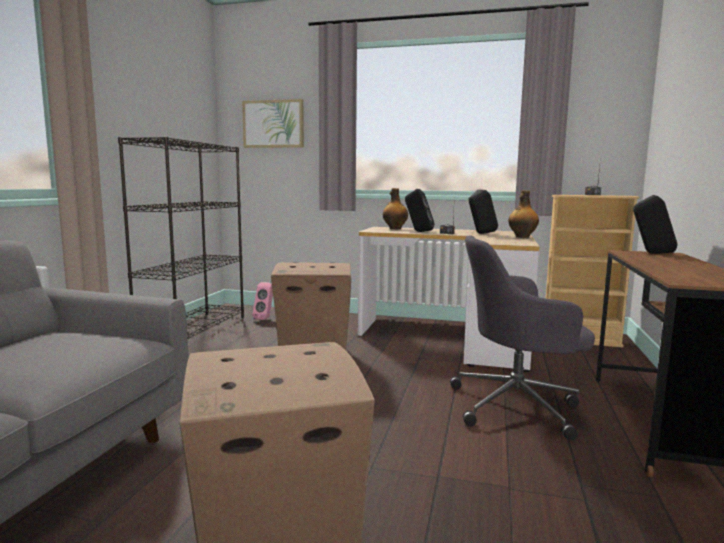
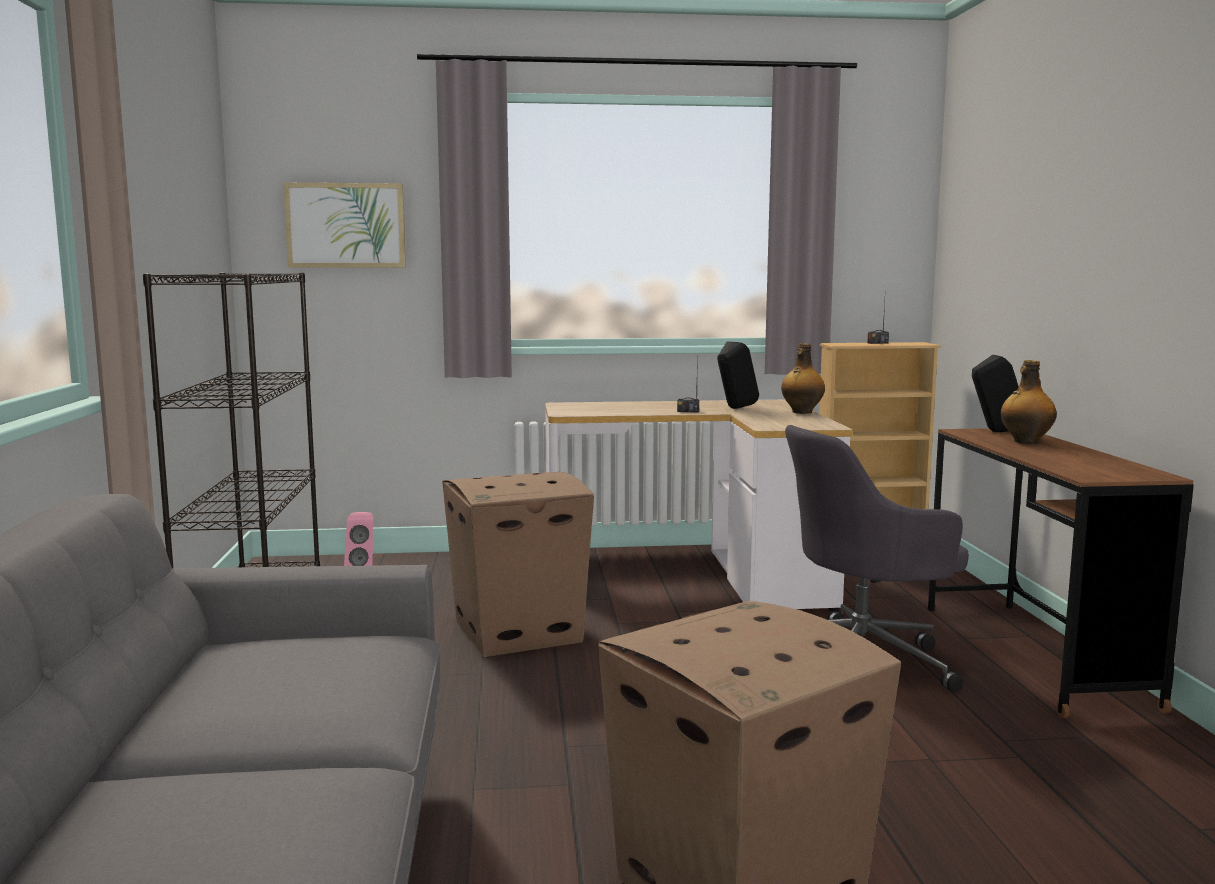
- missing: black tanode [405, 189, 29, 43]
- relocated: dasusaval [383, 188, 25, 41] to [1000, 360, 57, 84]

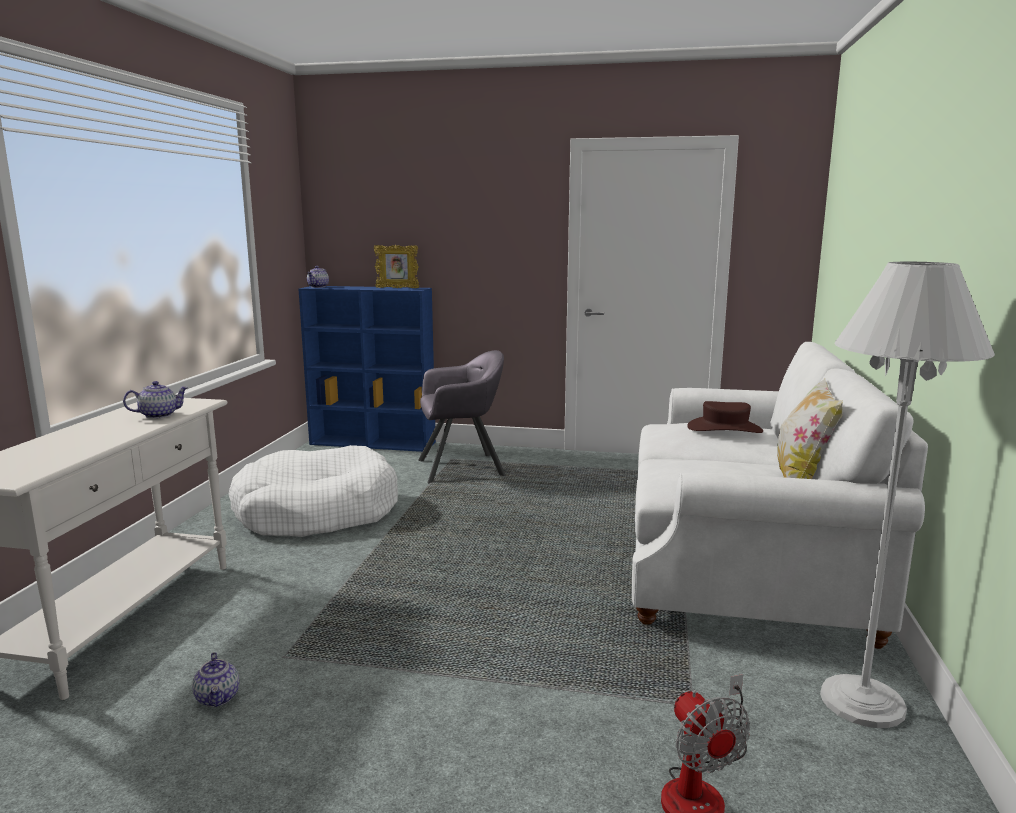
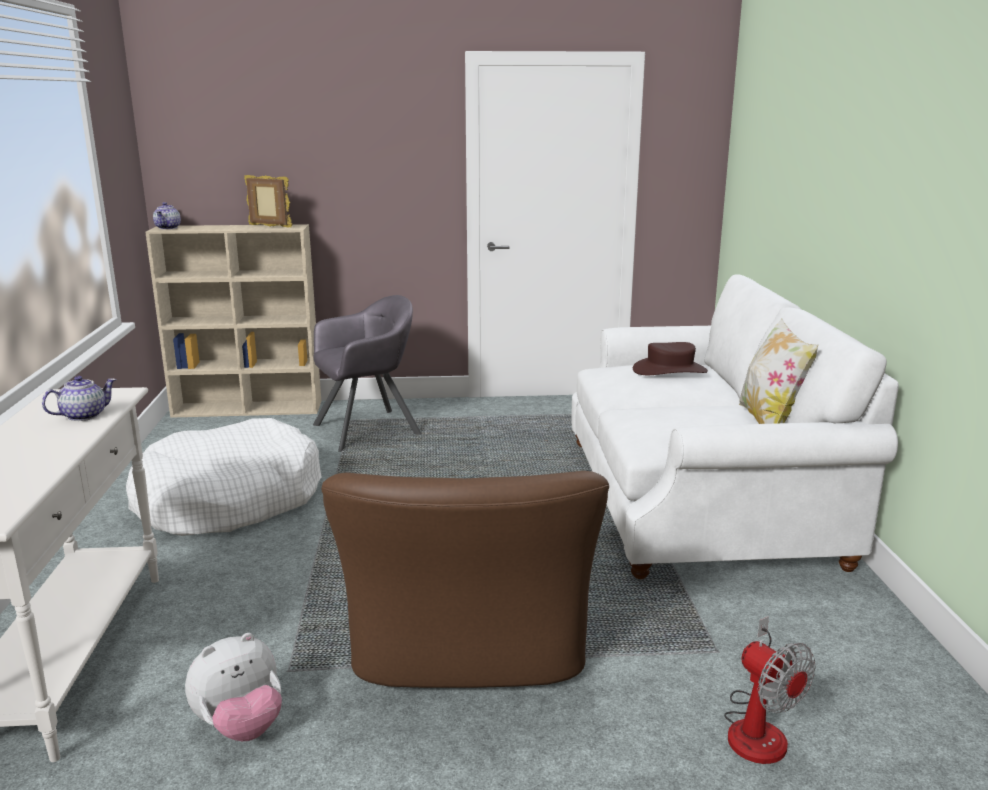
- missing: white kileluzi [820, 262, 175, 466]
- appeared: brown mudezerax [321, 471, 288, 217]
- exchanged: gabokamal [192, 652, 47, 55] to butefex [185, 633, 97, 108]
- colour: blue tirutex [299, 286, 137, 166] to beige tirutex [145, 224, 176, 194]
- spun: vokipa [374, 245, 45, 43] = [244, 175, 48, 53] 150 degrees counterclockwise

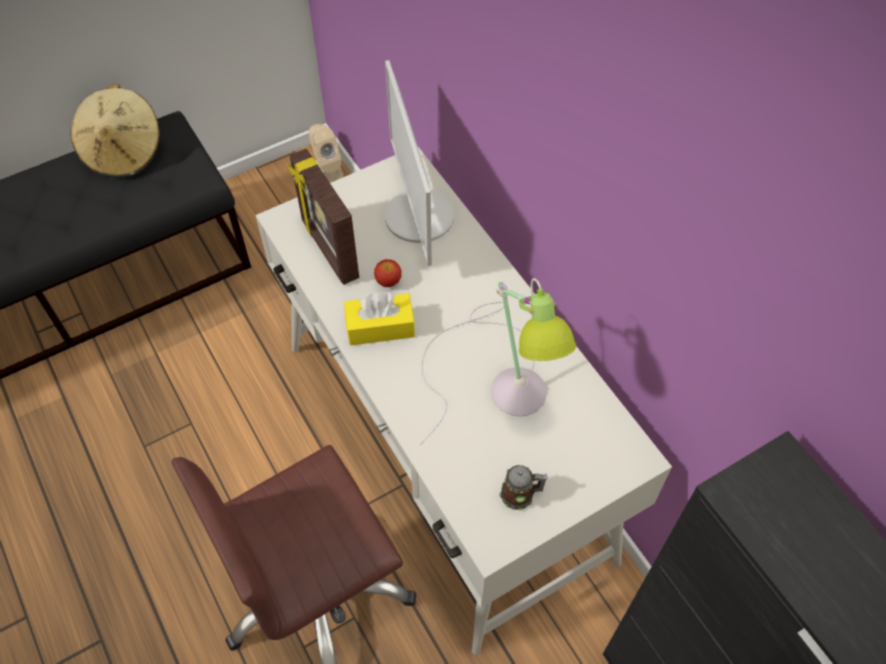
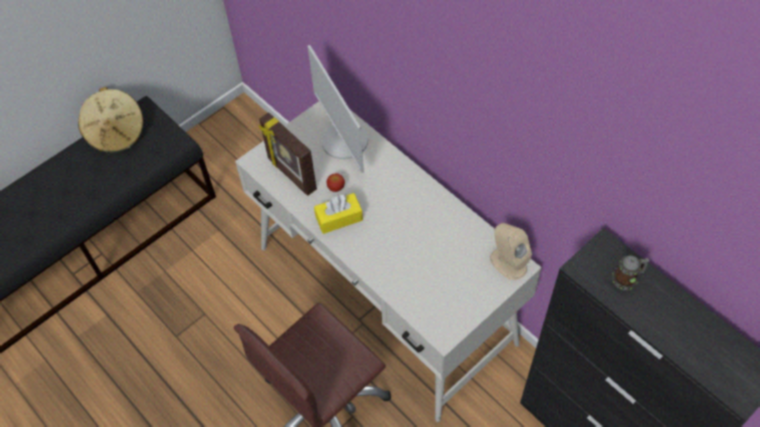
- missing: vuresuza [420, 278, 156, 166]
- relocated: beige tanode [309, 124, 34, 59] to [490, 223, 42, 57]
- relocated: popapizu [499, 465, 49, 45] to [612, 255, 38, 35]

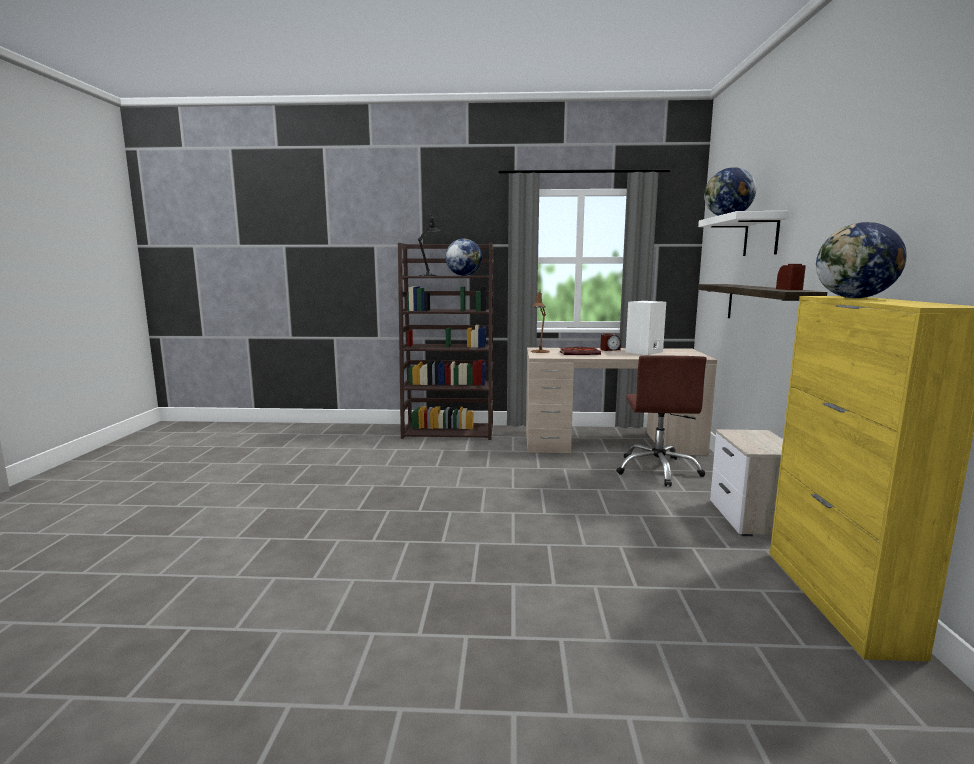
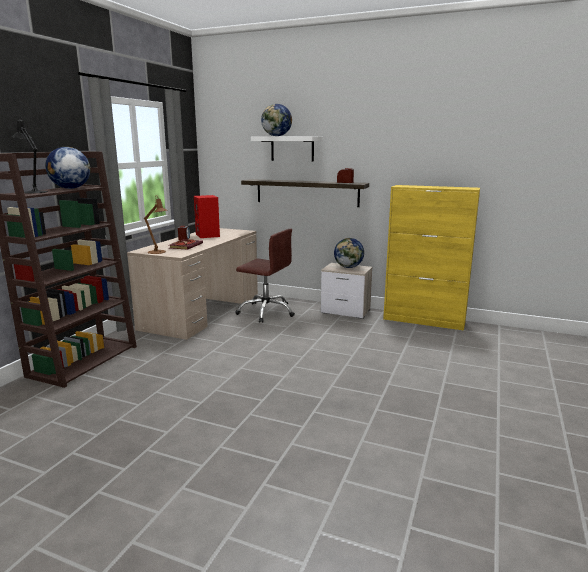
- relocated: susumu [816, 222, 91, 76] to [334, 238, 30, 30]
- colour: white tanode [626, 301, 40, 54] to red tanode [194, 195, 26, 43]

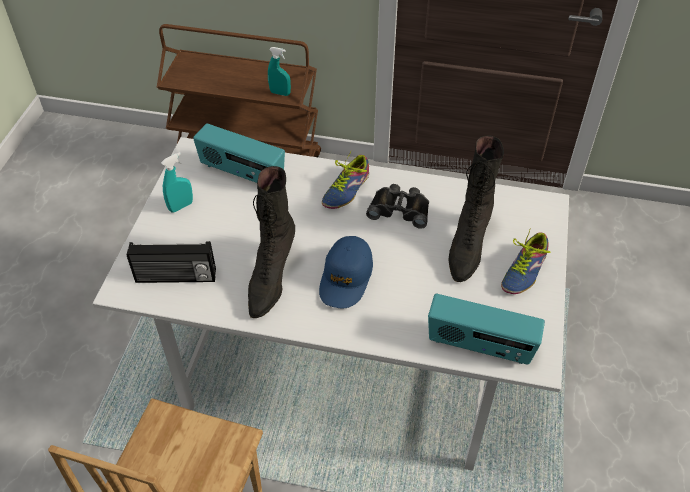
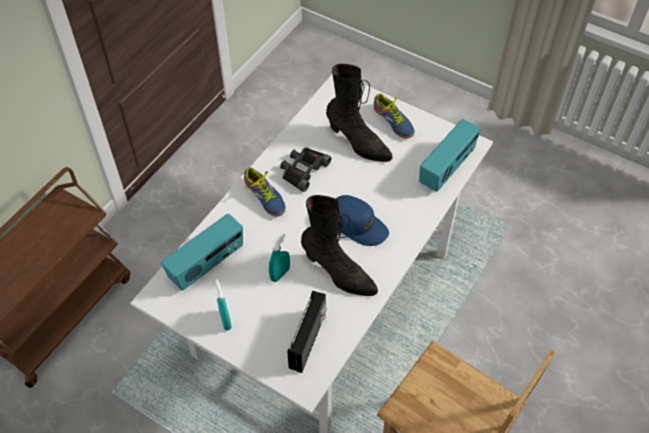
- relocated: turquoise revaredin [268, 47, 23, 49] to [269, 233, 21, 49]

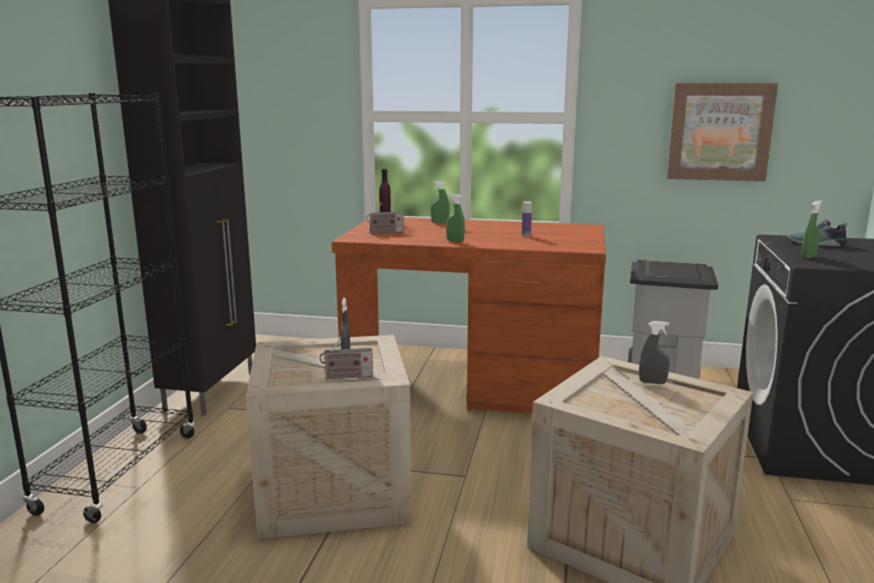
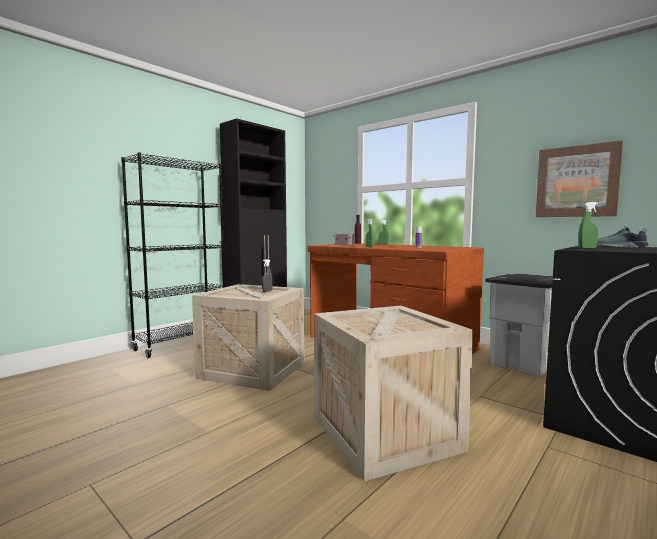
- missing: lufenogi [320, 336, 53, 43]
- missing: grey revaredin [639, 321, 31, 63]

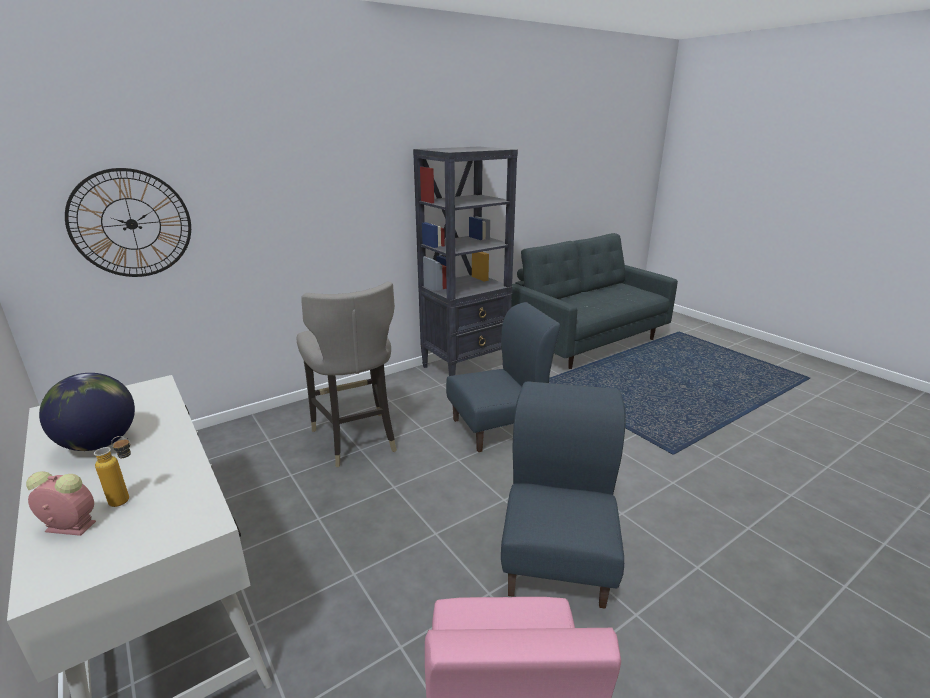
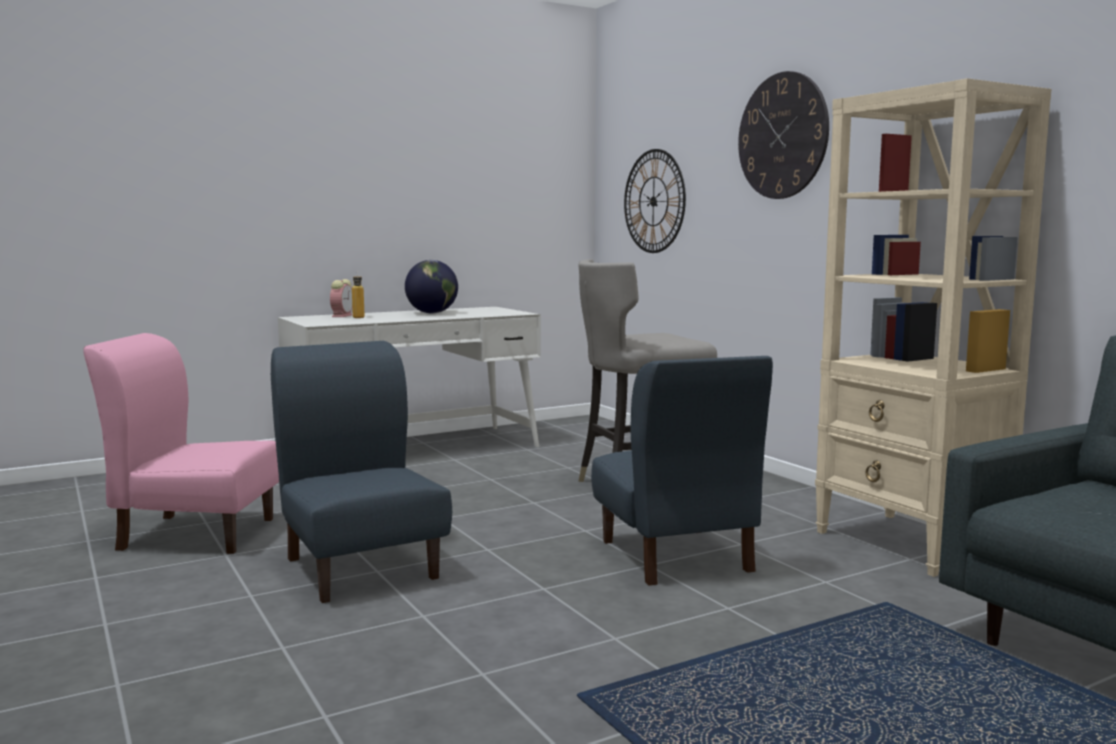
- appeared: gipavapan [738, 71, 91, 128]
- colour: black tirutex [413, 147, 105, 229] to beige tirutex [815, 78, 236, 499]
- spun: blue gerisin [501, 381, 125, 228] = [271, 341, 181, 262] 135 degrees counterclockwise

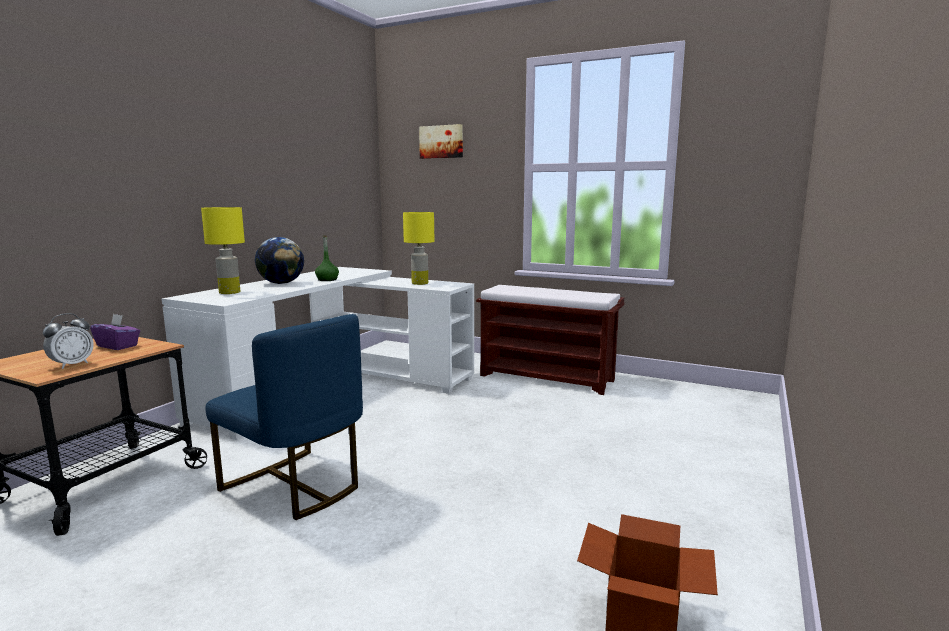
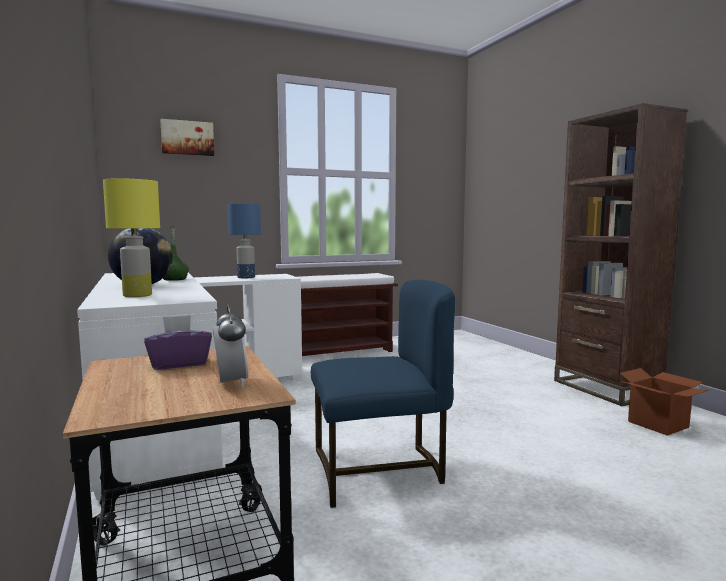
- appeared: brown tirutex [554, 103, 134, 303]
- colour: yellow vuresuza [403, 212, 31, 73] to blue vuresuza [228, 204, 33, 74]

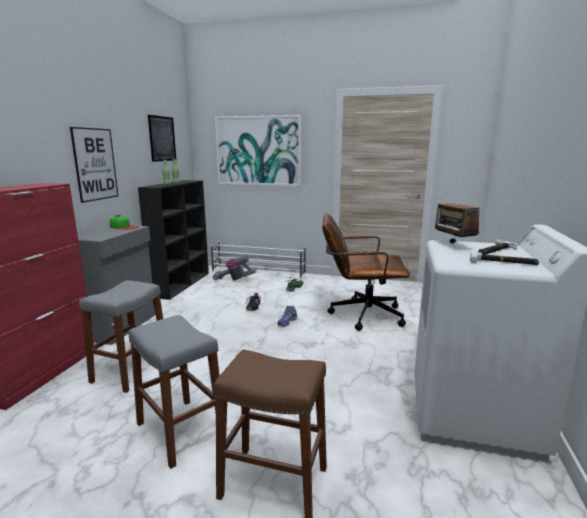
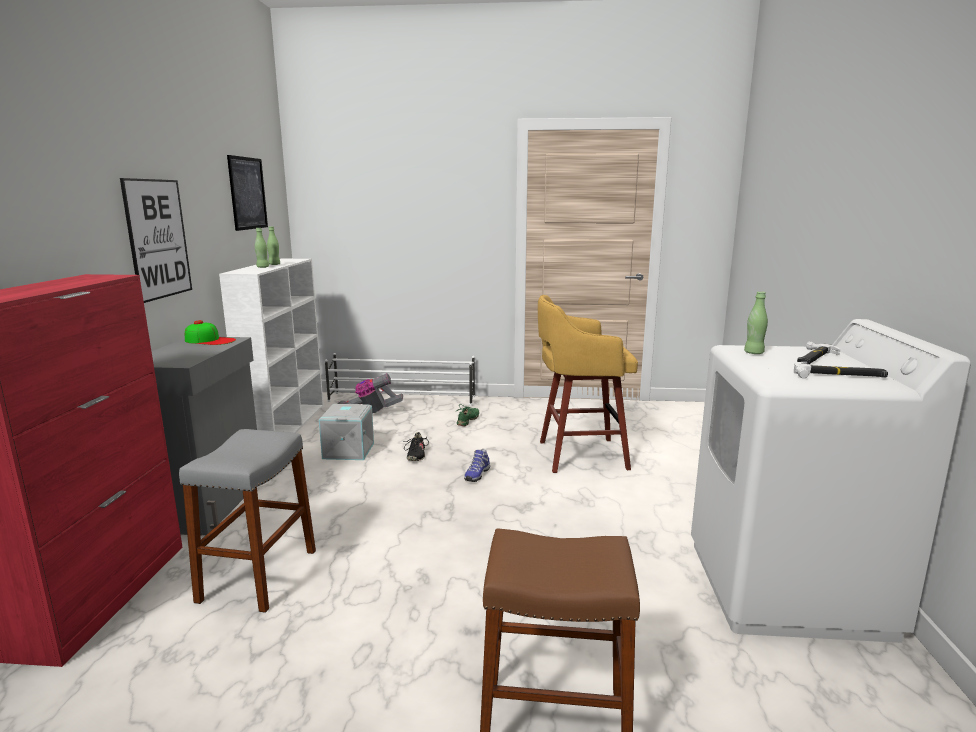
- missing: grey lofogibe [129, 315, 90, 154]
- missing: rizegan [215, 115, 87, 71]
- appeared: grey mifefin [319, 404, 55, 56]
- exchanged: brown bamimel [322, 213, 88, 118] to yellow lofogibe [538, 295, 100, 178]
- exchanged: lufenogi [435, 192, 44, 51] to green dasusaval [744, 291, 24, 63]
- colour: black tirutex [138, 180, 71, 120] to white tirutex [219, 259, 105, 174]

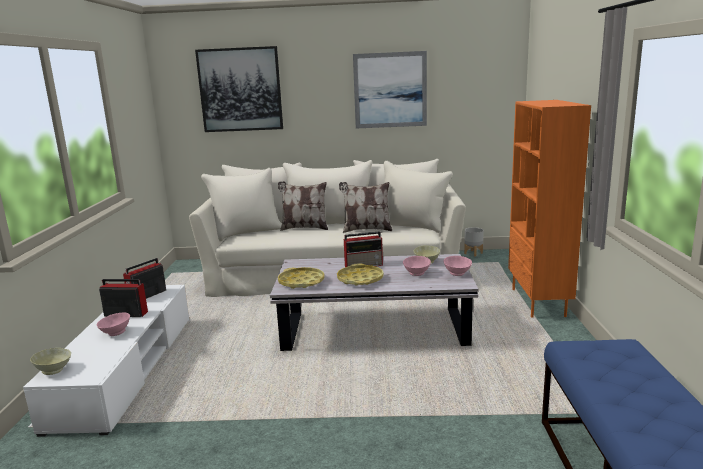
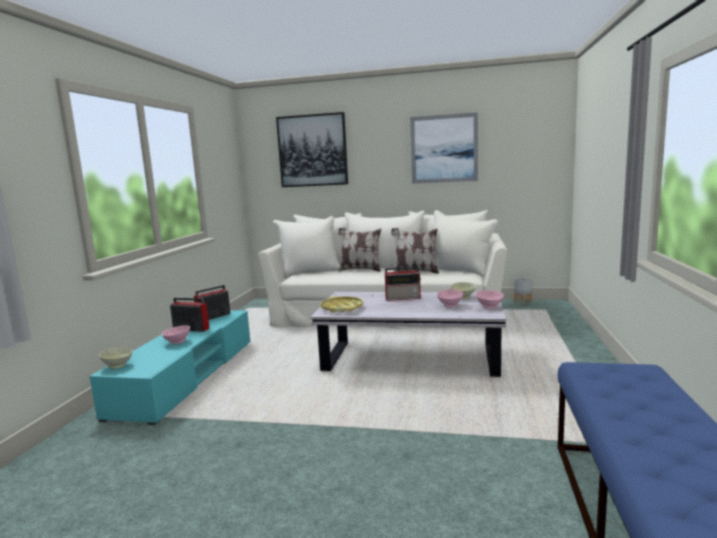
- missing: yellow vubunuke [337, 263, 47, 22]
- missing: orange tirutex [508, 100, 83, 218]
- colour: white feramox [23, 285, 166, 152] to turquoise feramox [89, 310, 161, 115]

